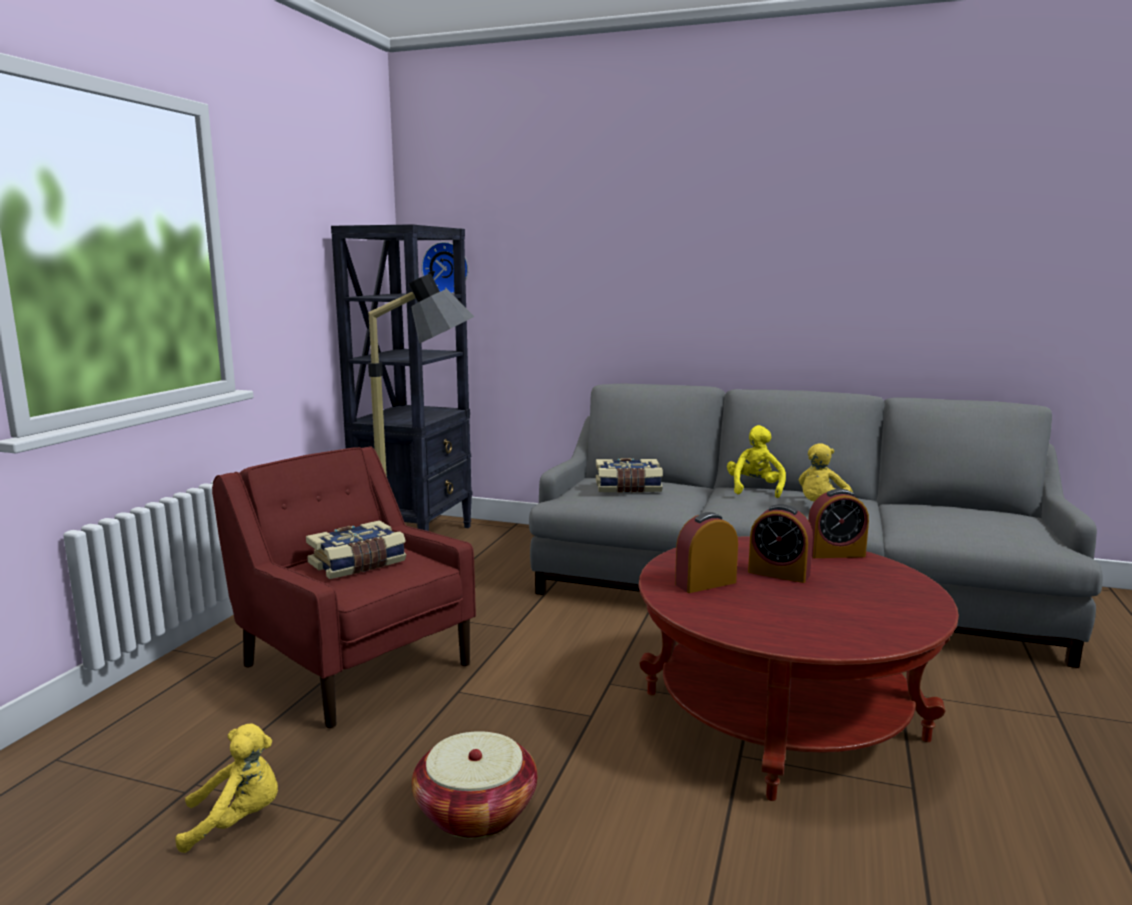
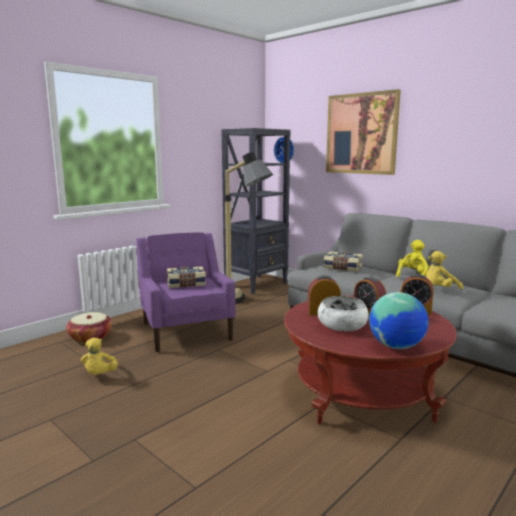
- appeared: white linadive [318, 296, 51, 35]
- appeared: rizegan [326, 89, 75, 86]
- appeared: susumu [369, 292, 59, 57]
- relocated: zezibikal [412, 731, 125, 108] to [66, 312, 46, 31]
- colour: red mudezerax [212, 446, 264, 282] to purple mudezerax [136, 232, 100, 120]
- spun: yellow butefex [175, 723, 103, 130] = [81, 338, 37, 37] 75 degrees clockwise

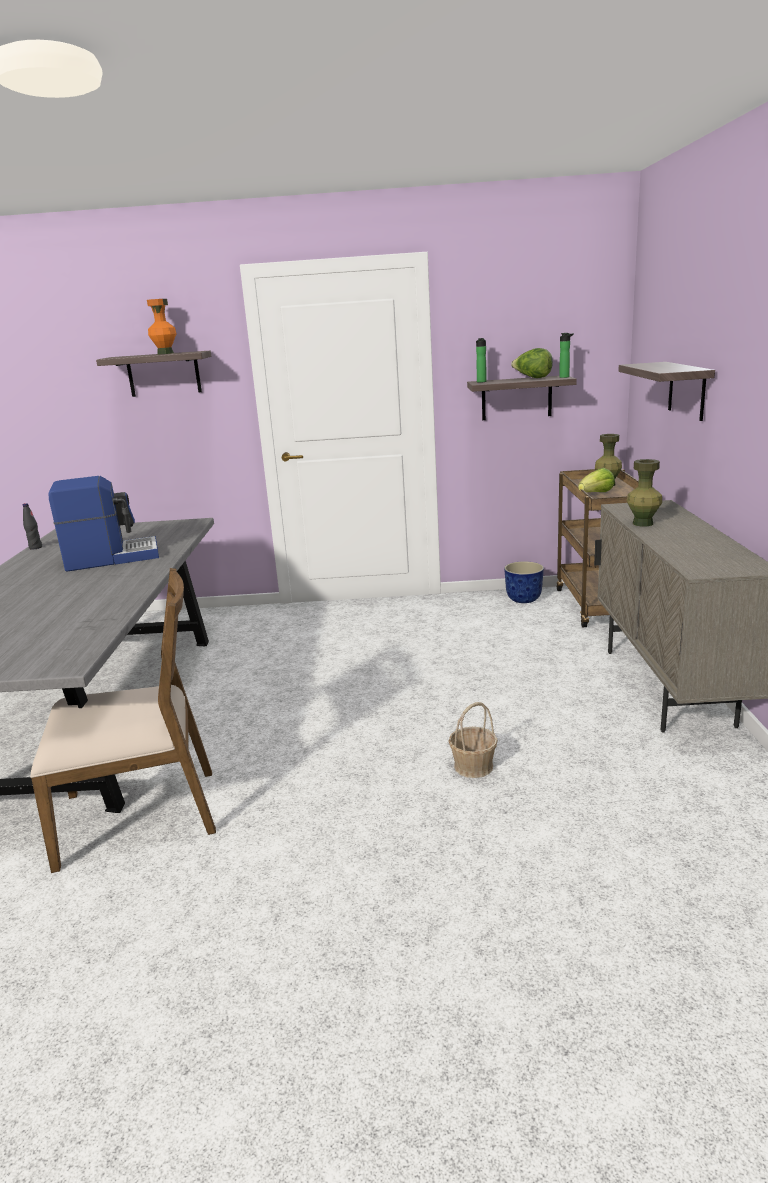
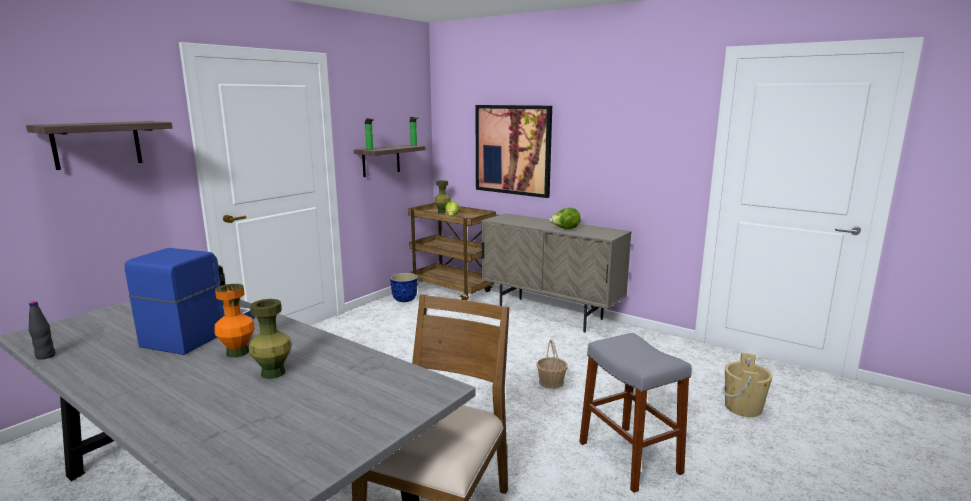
- appeared: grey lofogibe [579, 333, 113, 160]
- appeared: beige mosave [722, 353, 51, 64]
- relocated: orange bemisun [147, 299, 30, 55] to [215, 284, 40, 74]
- relocated: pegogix [511, 348, 42, 30] to [549, 208, 32, 21]
- relocated: green bemisun [627, 459, 35, 68] to [249, 299, 42, 80]
- exchanged: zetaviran [618, 362, 97, 59] to rizegan [475, 105, 77, 93]

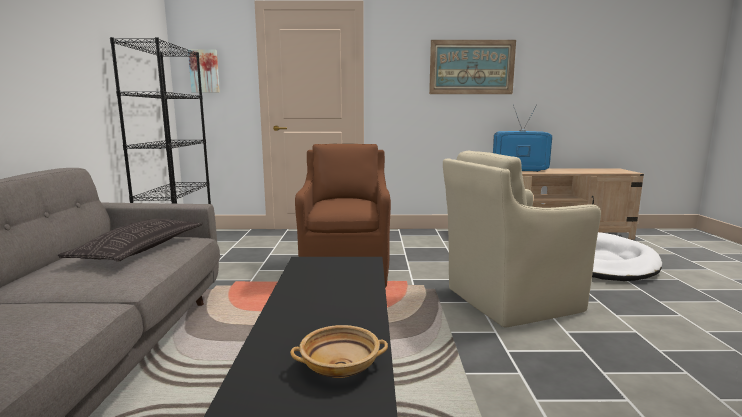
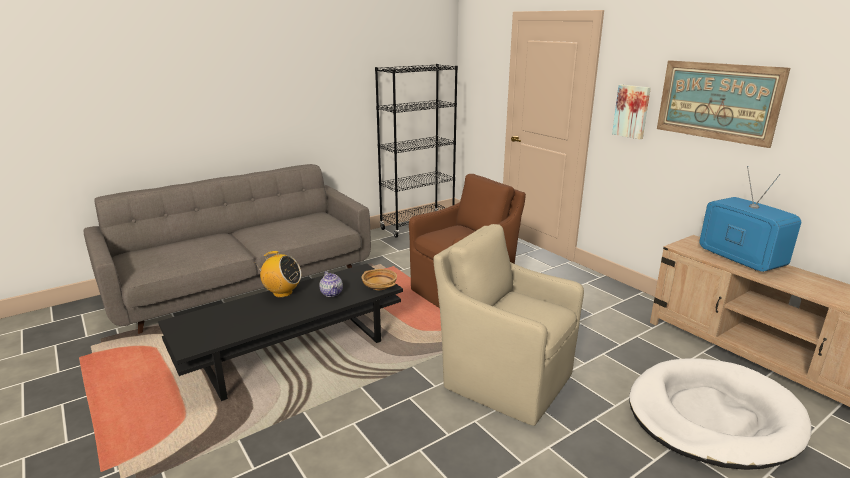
- missing: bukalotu [58, 219, 145, 43]
- appeared: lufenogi [256, 251, 45, 46]
- appeared: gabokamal [319, 271, 24, 26]
- relocated: rizegan [188, 49, 32, 44] to [612, 84, 39, 55]
- relocated: beige linadive [290, 325, 98, 53] to [361, 269, 36, 21]

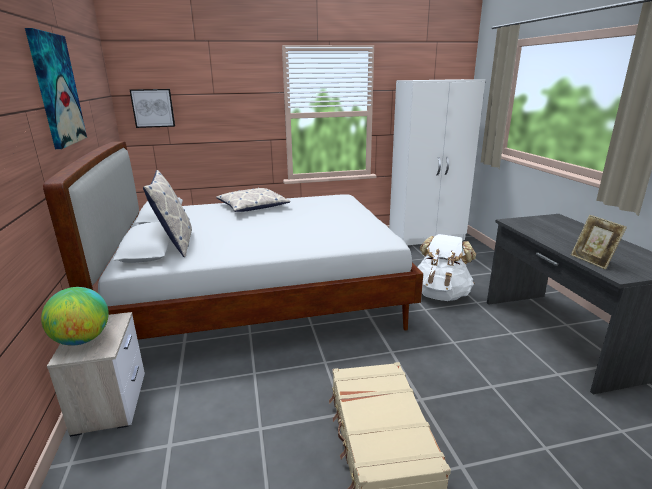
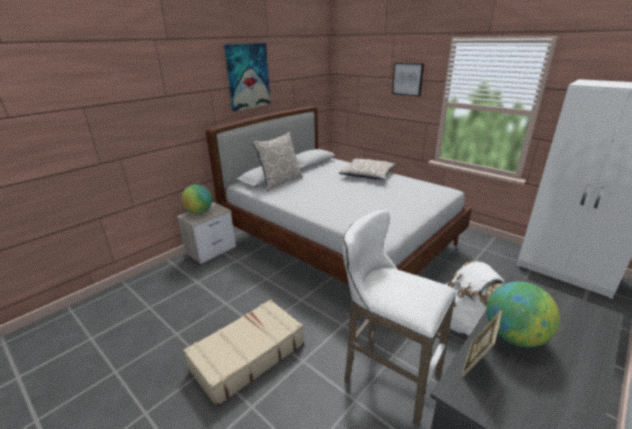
- appeared: white lofogibe [342, 209, 114, 217]
- appeared: susumu [487, 281, 73, 66]
- relocated: rizegan [130, 89, 45, 39] to [392, 63, 32, 33]

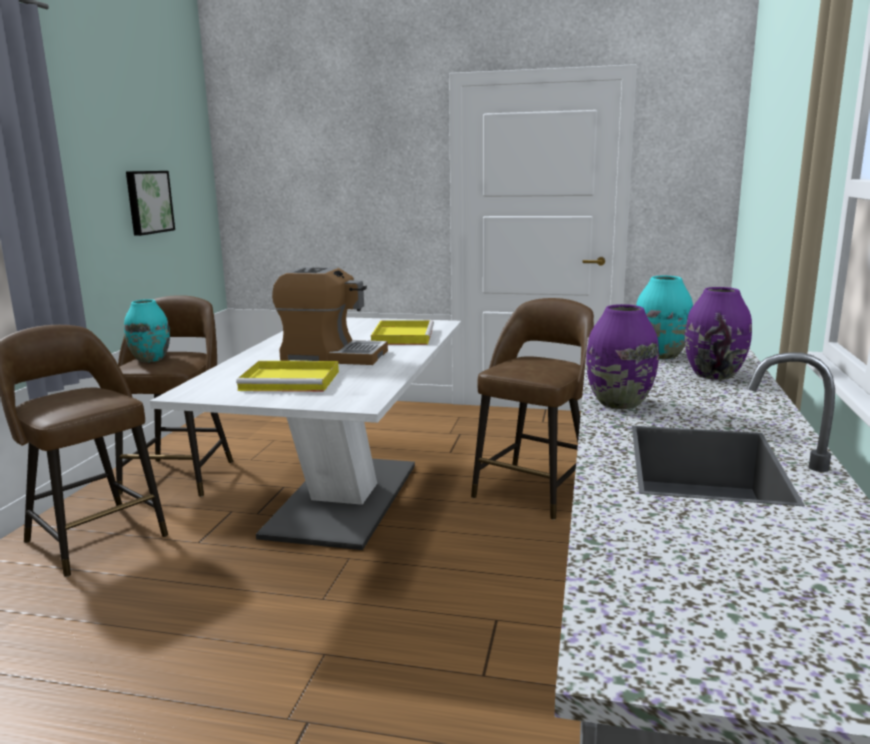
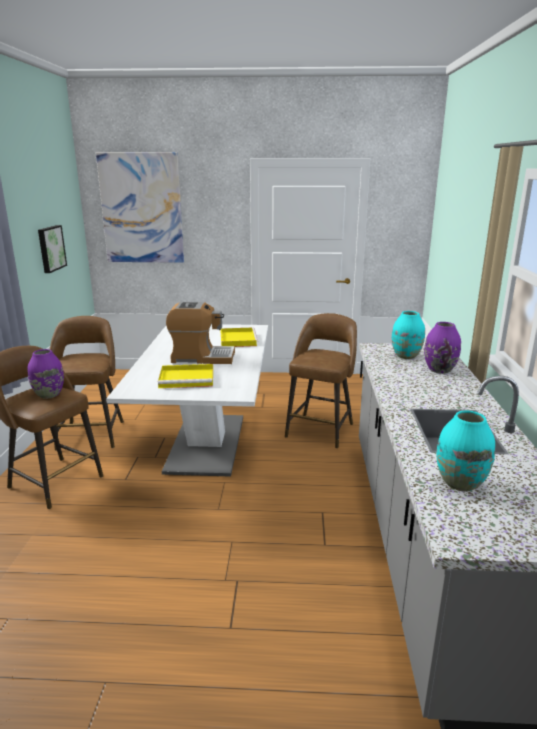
- appeared: rizegan [96, 152, 88, 111]
- relocated: turquoise bemisun [124, 299, 46, 63] to [437, 411, 58, 81]
- relocated: purple bemisun [586, 304, 73, 105] to [27, 349, 37, 50]

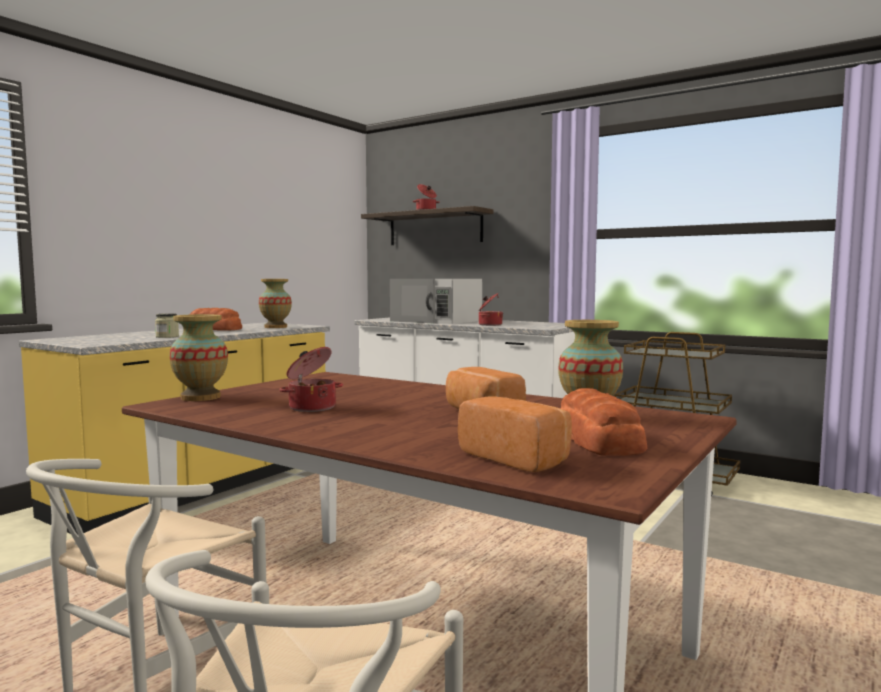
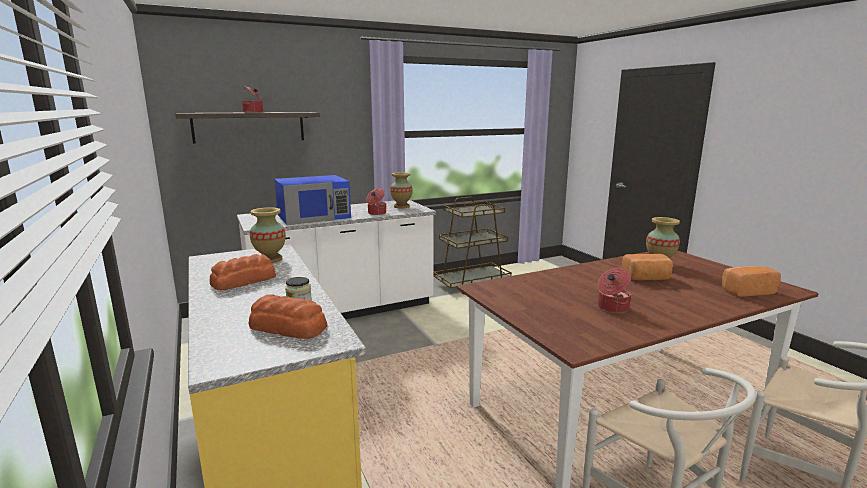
- relocated: bemisun [170, 314, 58, 87] to [390, 172, 23, 36]
- relocated: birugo [561, 388, 87, 68] to [249, 294, 78, 45]
- colour: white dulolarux [390, 279, 92, 45] to blue dulolarux [274, 175, 77, 50]

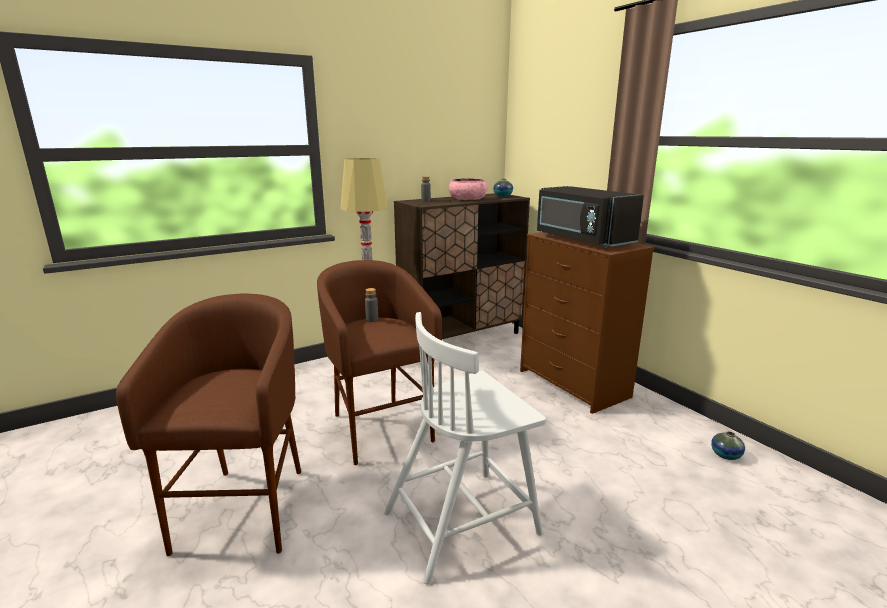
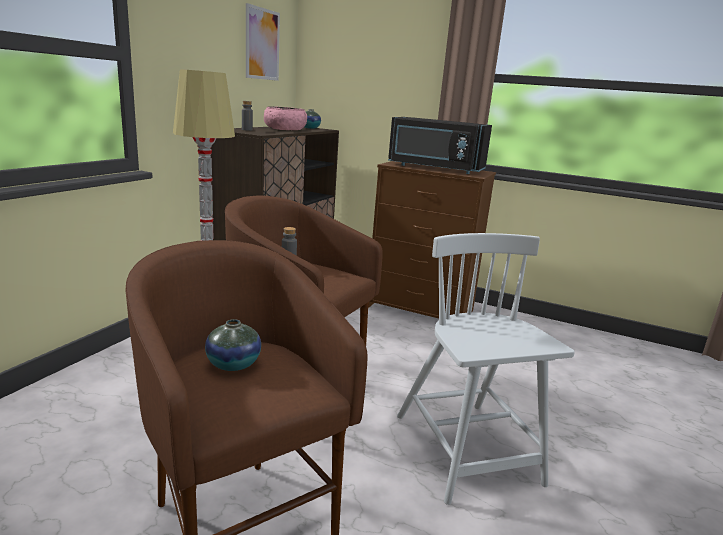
- appeared: rizegan [246, 3, 34, 78]
- relocated: bemisun [711, 432, 34, 28] to [205, 319, 56, 52]
- spun: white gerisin [384, 312, 162, 272] = [397, 233, 178, 272] 135 degrees clockwise

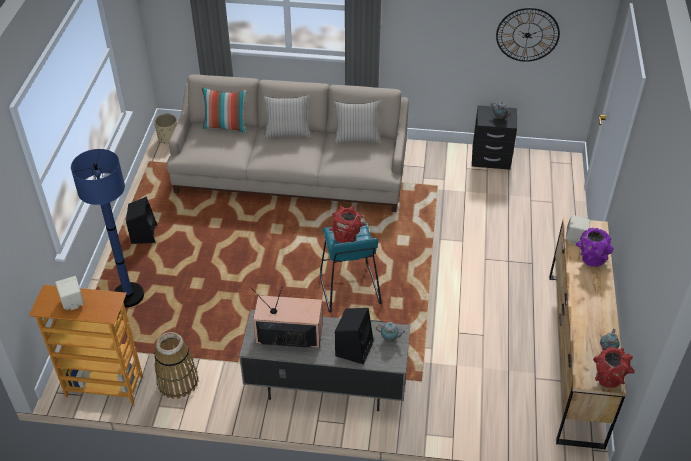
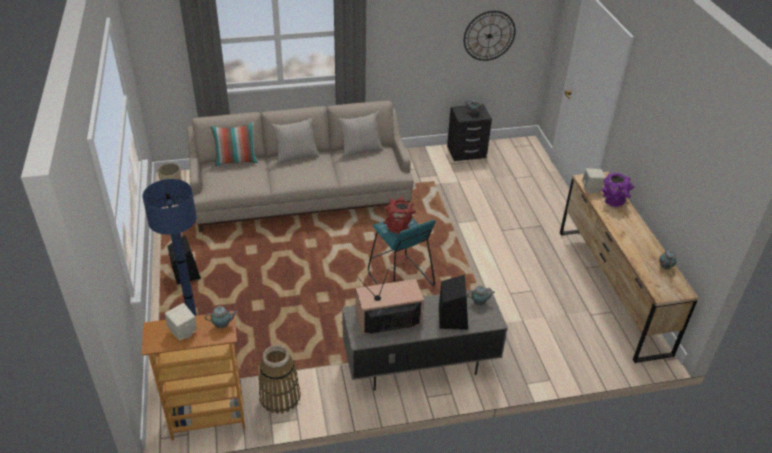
- missing: red bemisun [593, 347, 42, 41]
- appeared: gabokamal [205, 306, 33, 23]

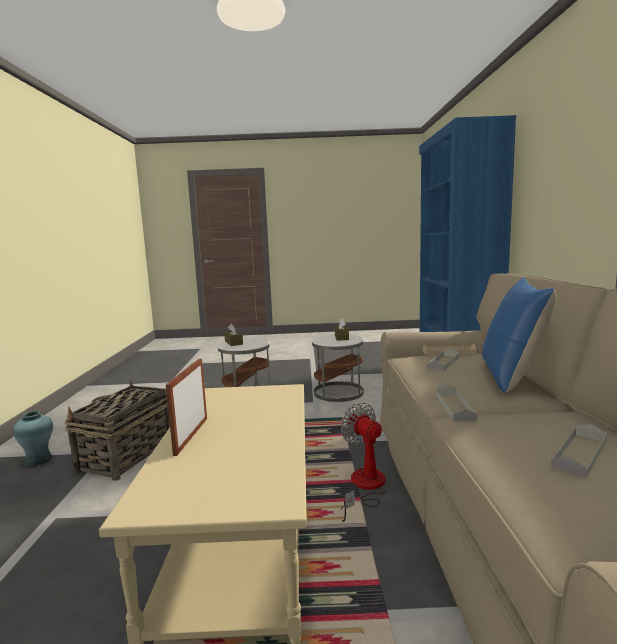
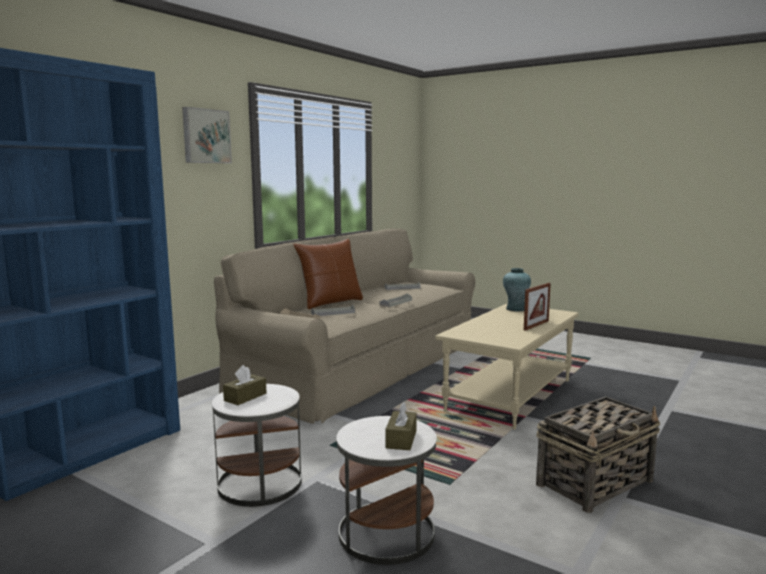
- missing: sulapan [341, 402, 45, 120]
- appeared: rizegan [182, 107, 50, 56]
- relocated: turquoise bemisun [13, 411, 40, 56] to [503, 268, 28, 43]
- colour: blue bukalotu [482, 277, 74, 117] to brown bukalotu [293, 239, 70, 70]

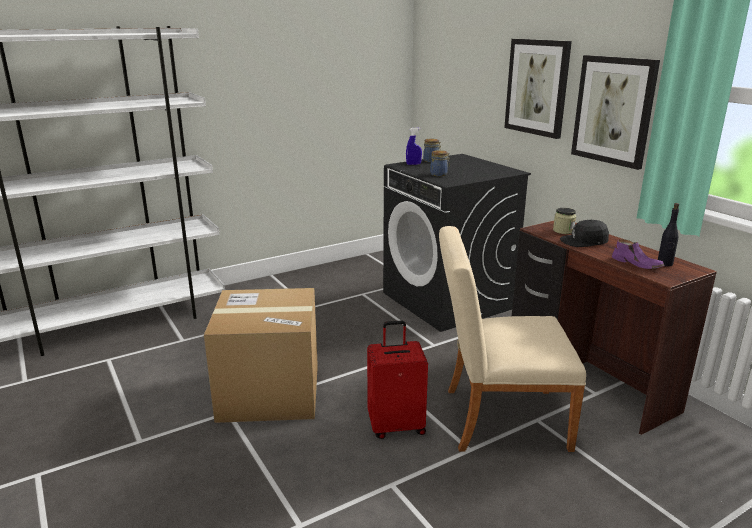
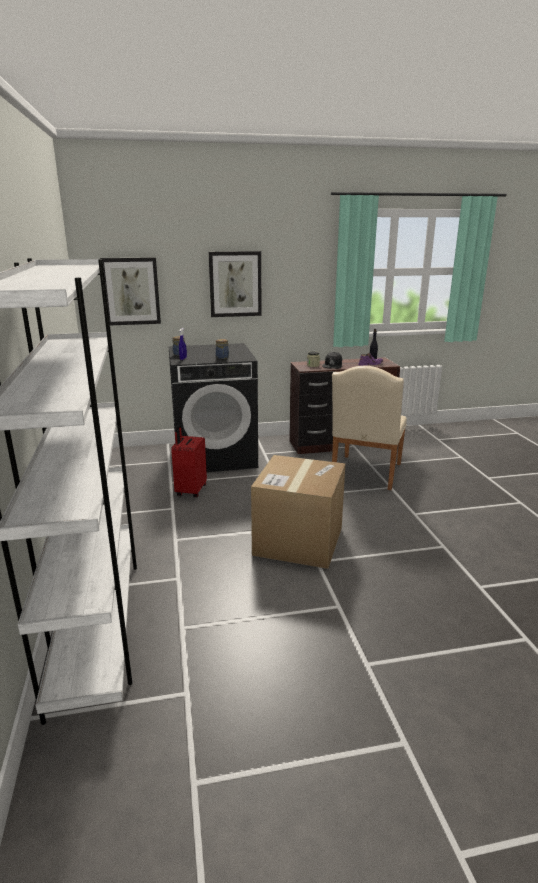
- relocated: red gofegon [367, 321, 61, 118] to [171, 425, 36, 72]
- relocated: rizegan [571, 55, 89, 115] to [100, 257, 61, 68]

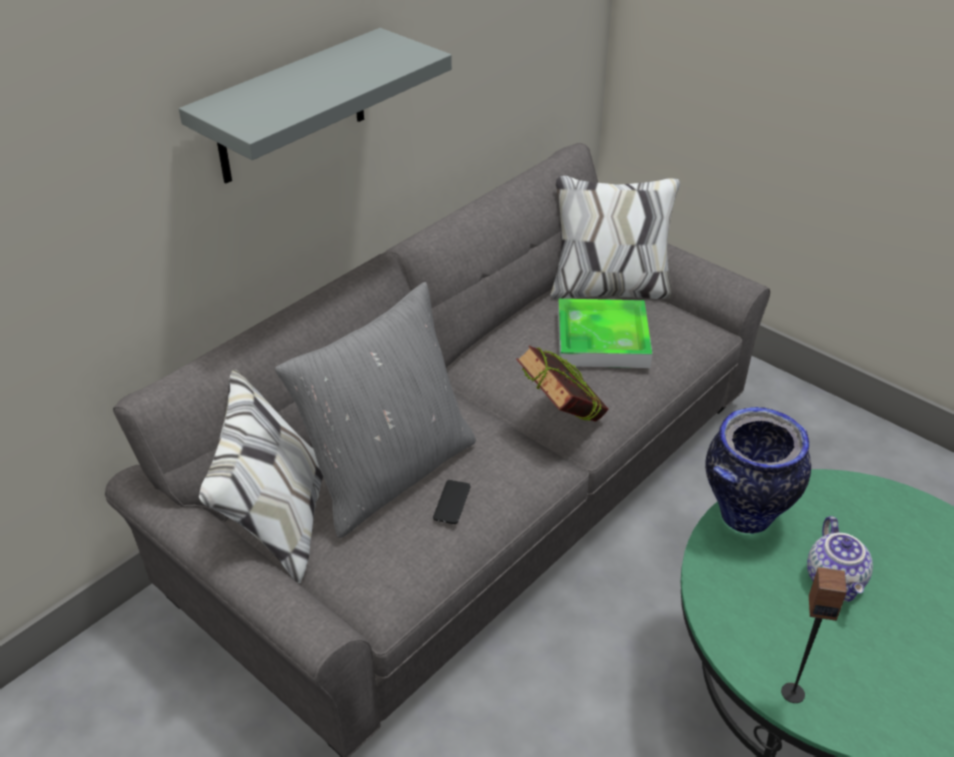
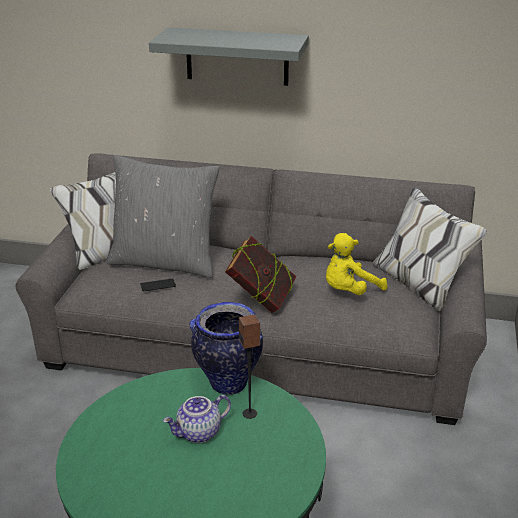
- relocated: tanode [781, 567, 66, 136] to [239, 314, 21, 105]
- exchanged: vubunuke [558, 299, 94, 69] to yellow butefex [326, 233, 61, 62]

